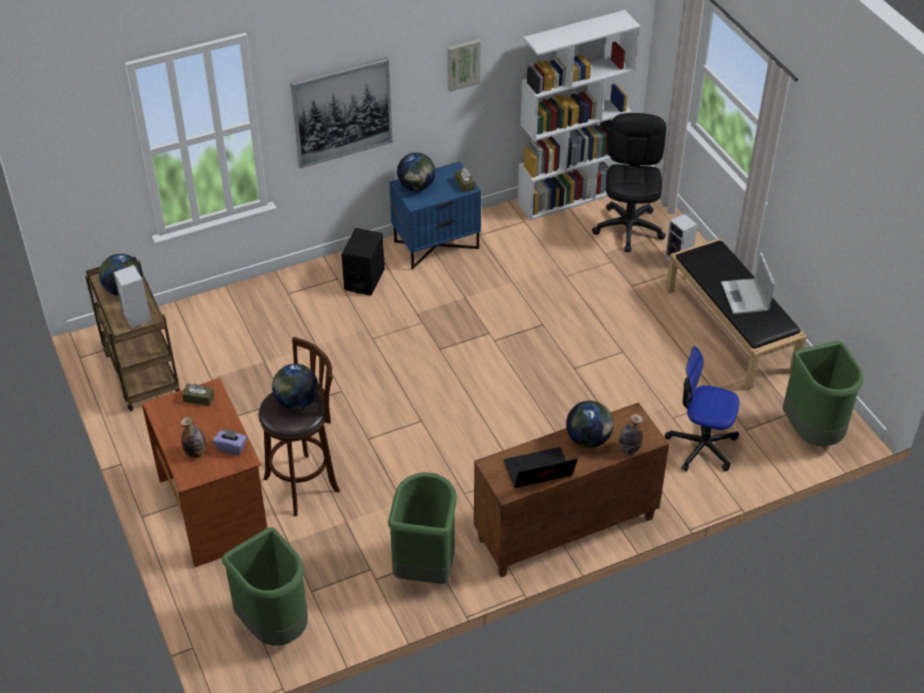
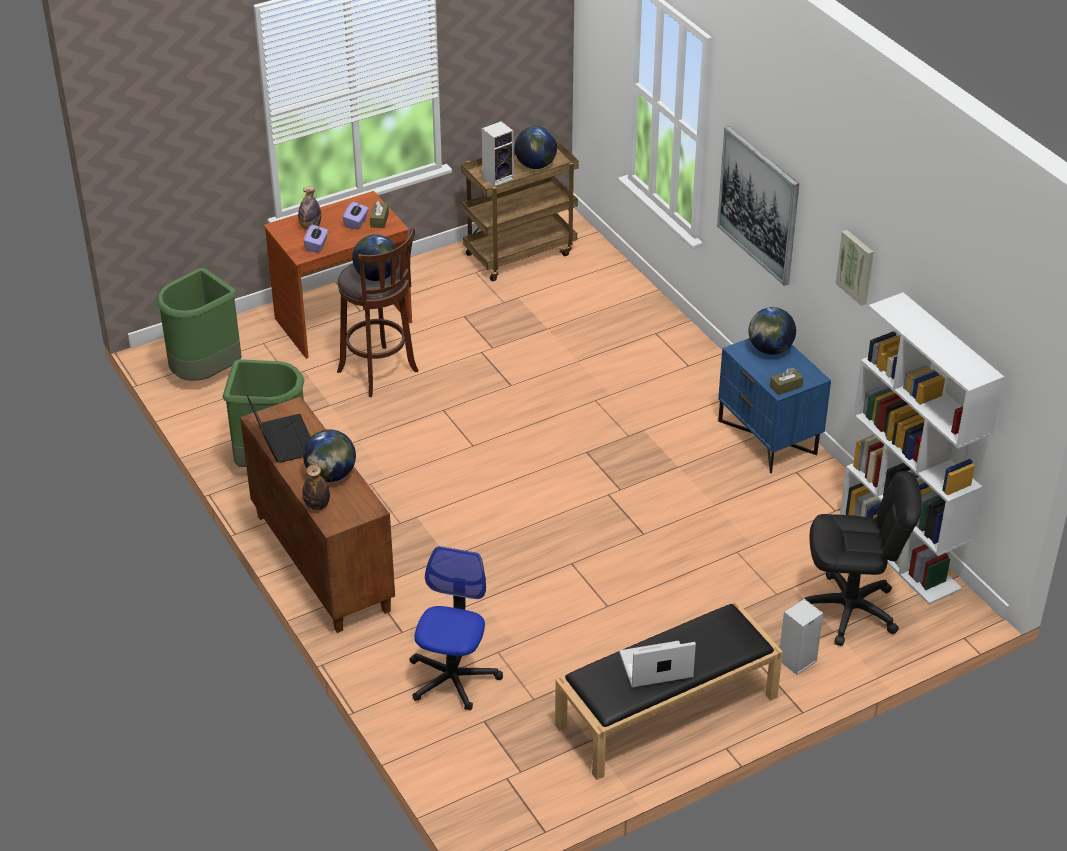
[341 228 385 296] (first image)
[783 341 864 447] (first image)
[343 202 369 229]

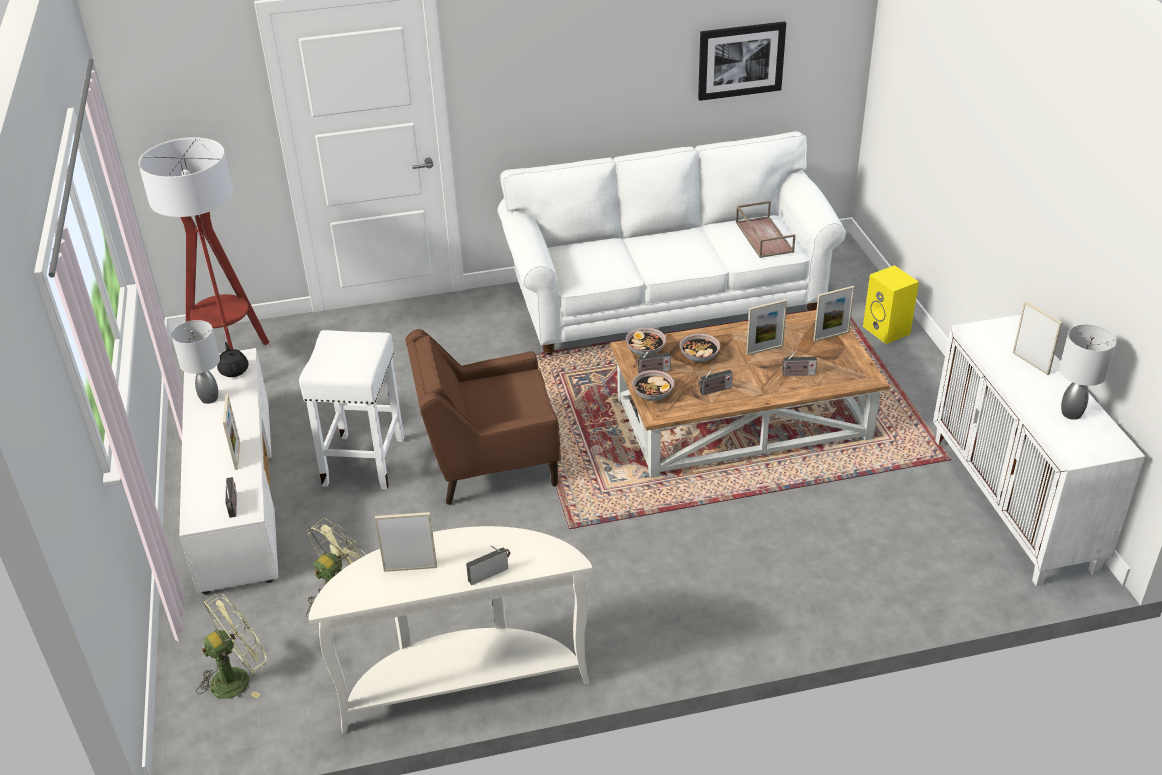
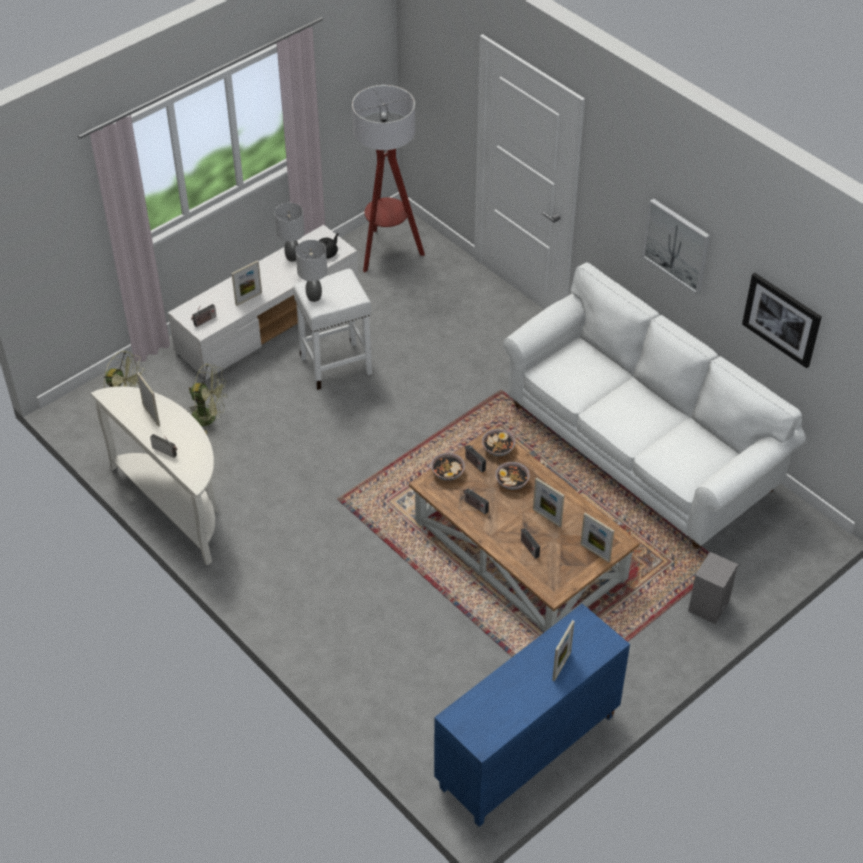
[736 201 796 258] (first image)
[688 552 738 624]
[434 604 630 827]
[295 240 327 302]
[405 329 561 505] (first image)
[642 198 710 294]

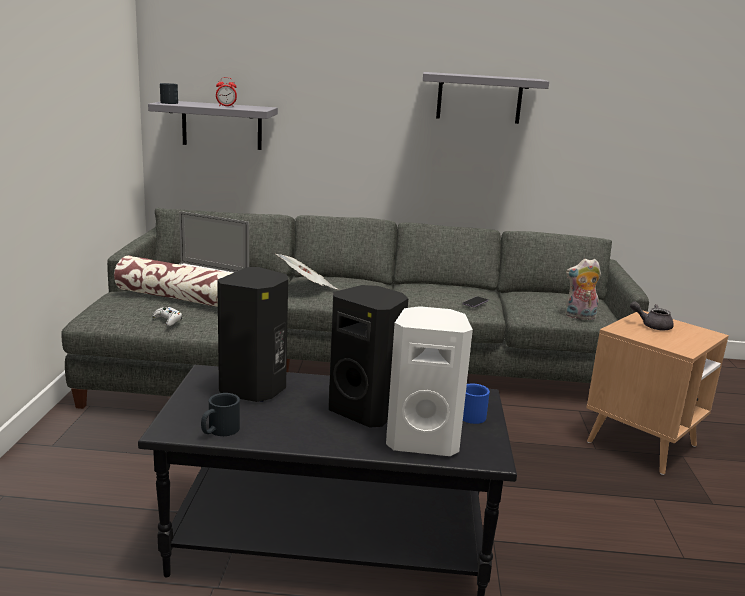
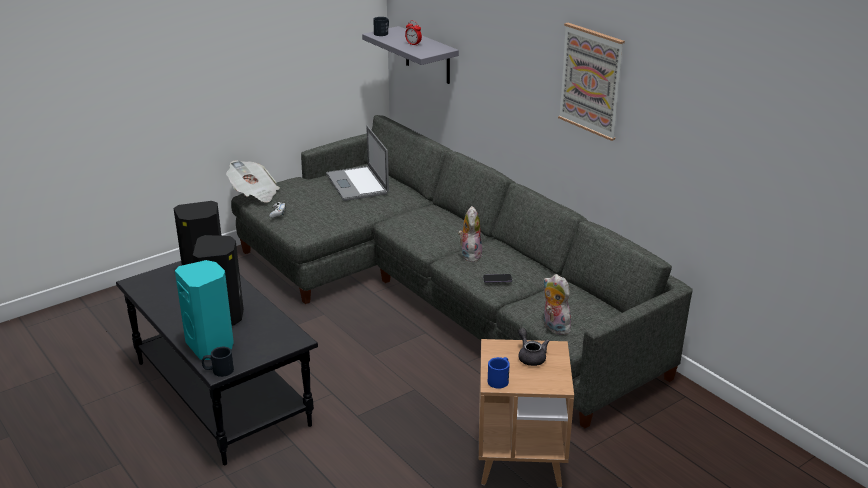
[558 23 625 141]
[226 160 280 203]
[114 255 232 307] (first image)
[175 260 234 360]
[488 357 510 389]
[202 347 234 377]
[458 206 482 262]

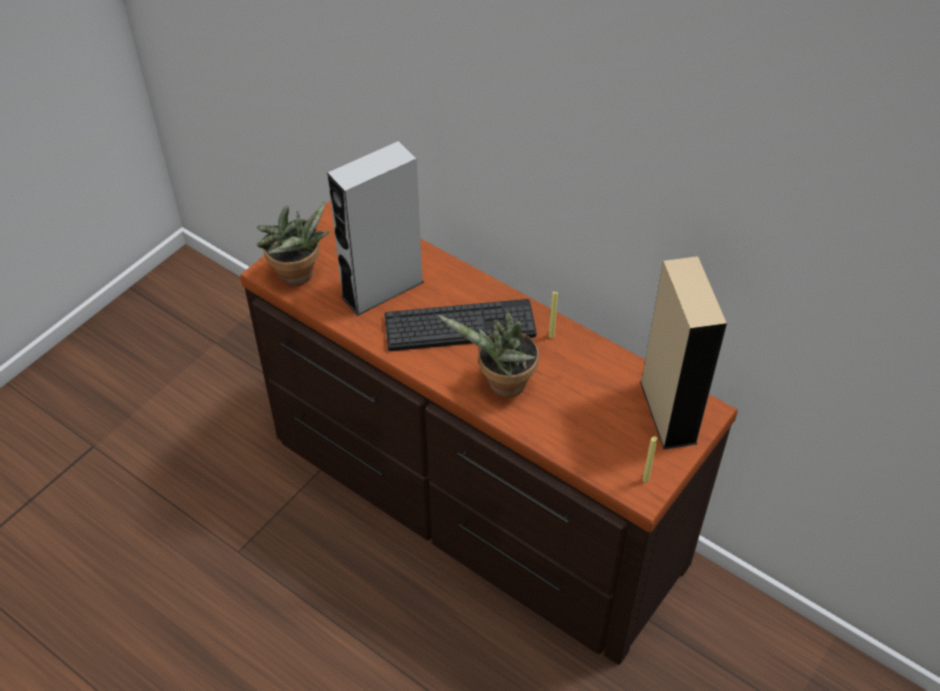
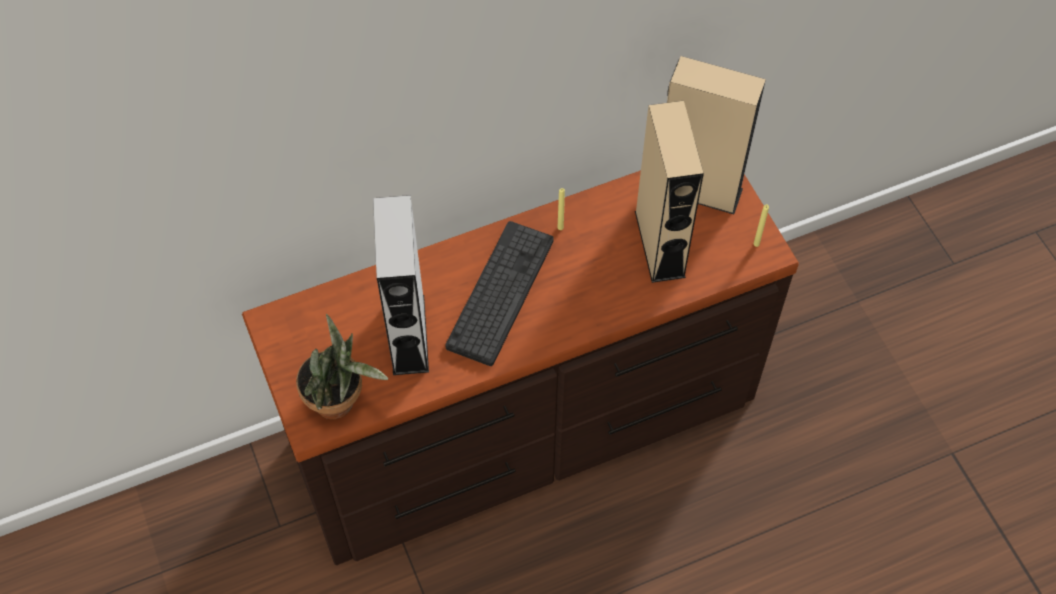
[438 312 539 398] (first image)
[635 101 704 283]

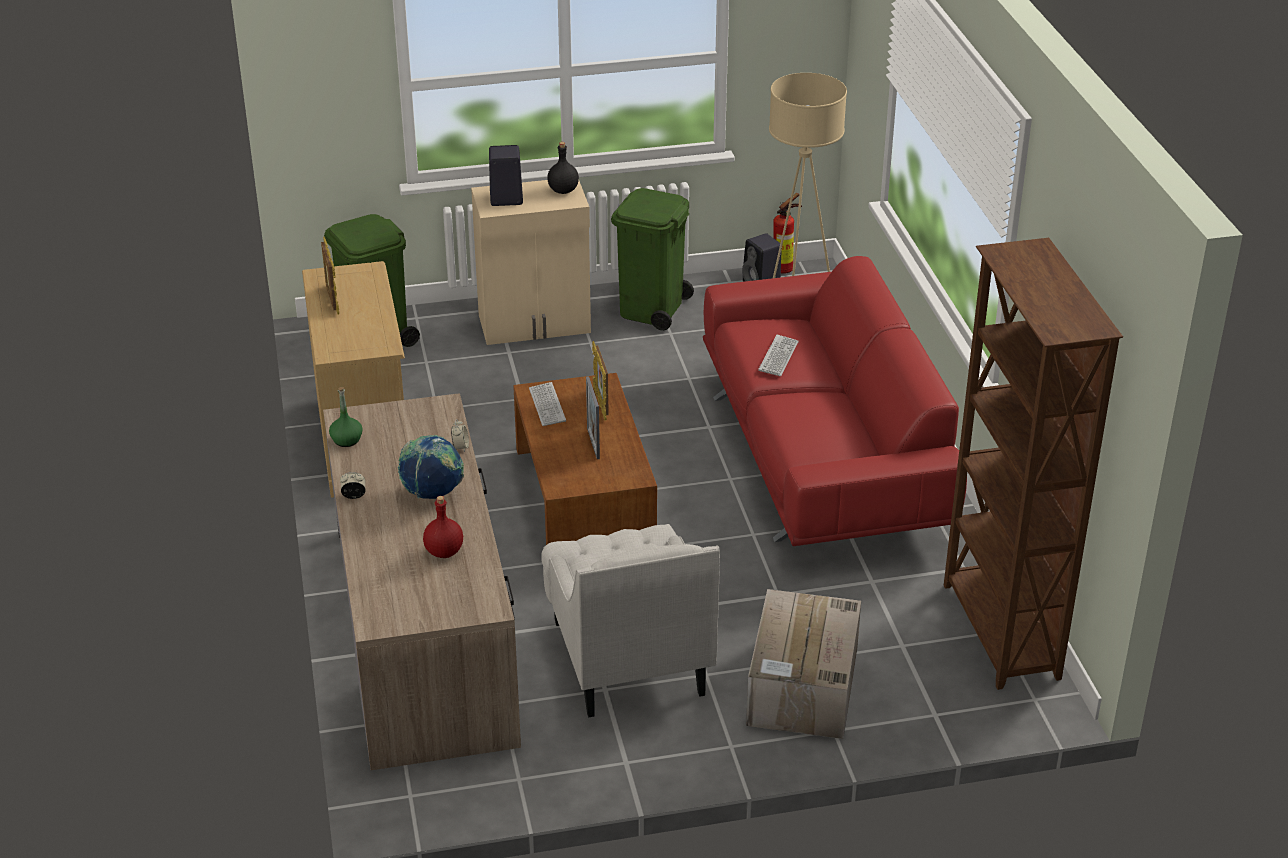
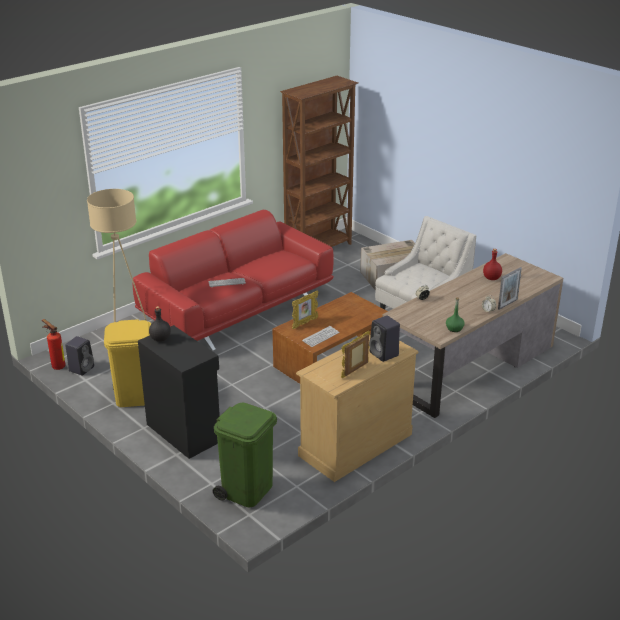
[369 315 400 362]
[138 325 220 459]
[104 319 152 407]
[498 267 522 310]
[398 435 464 499] (first image)

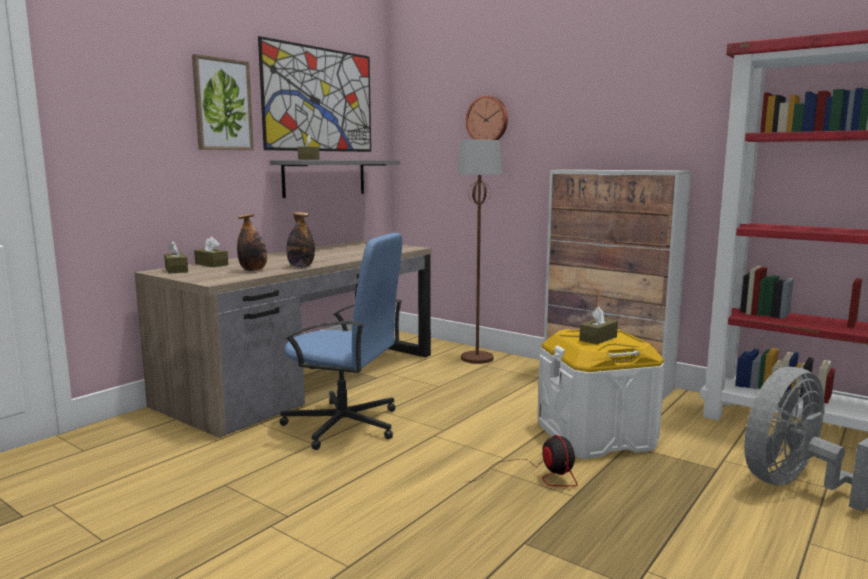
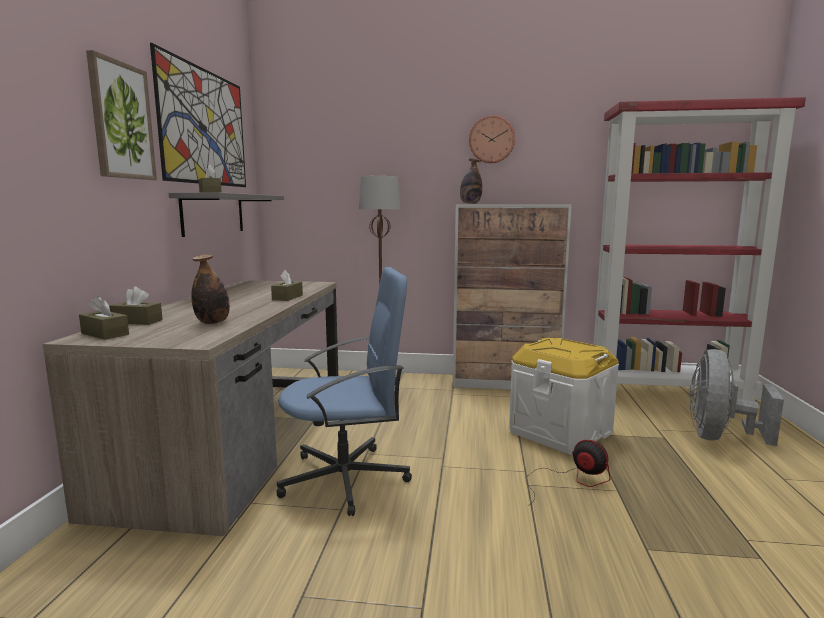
[469 115 515 163]
[460 159 482 204]
[271 270 303 301]

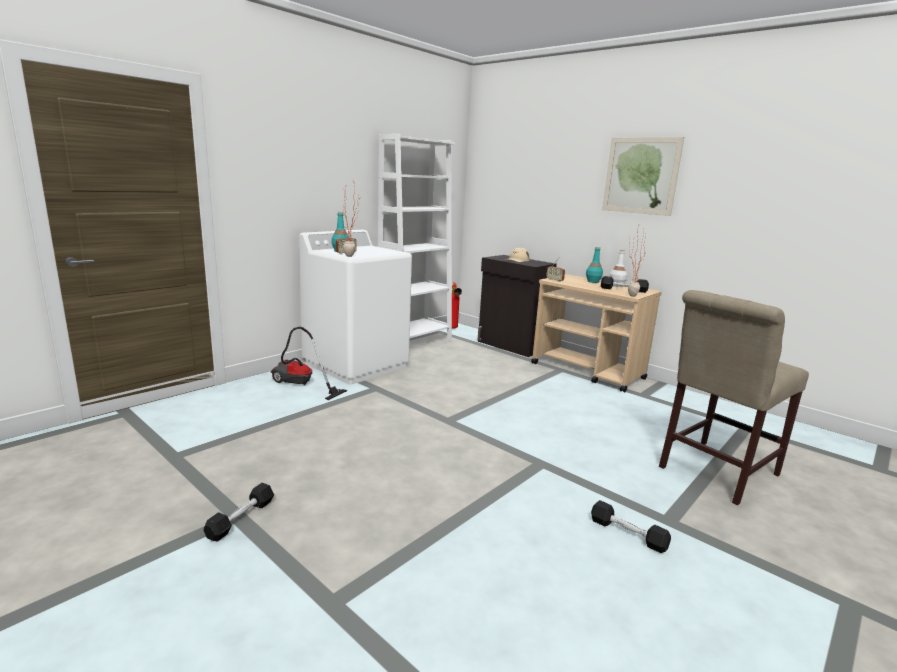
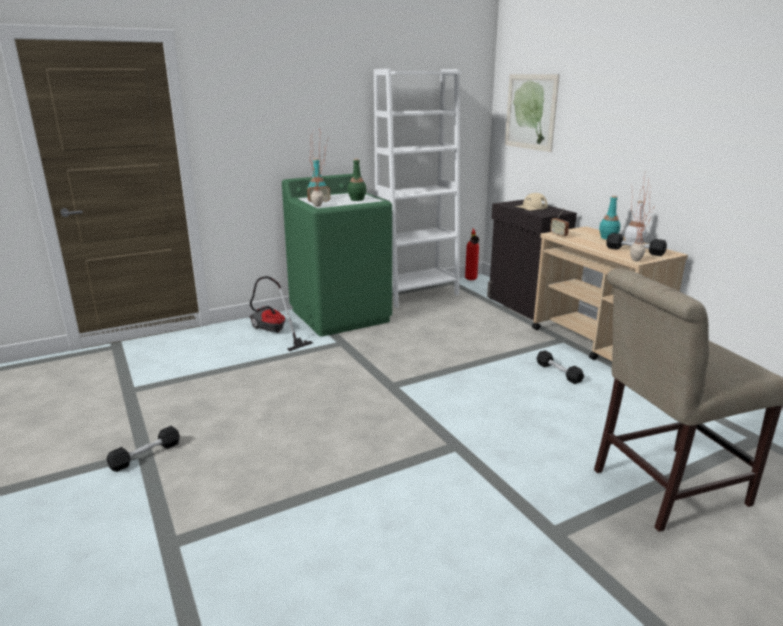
[505 74 560 152]
[282 174 392 337]
[536 350 584 384]
[348 159 367 201]

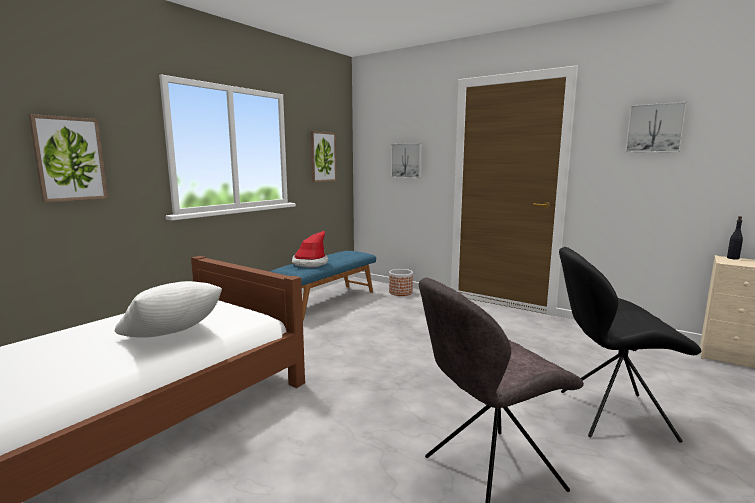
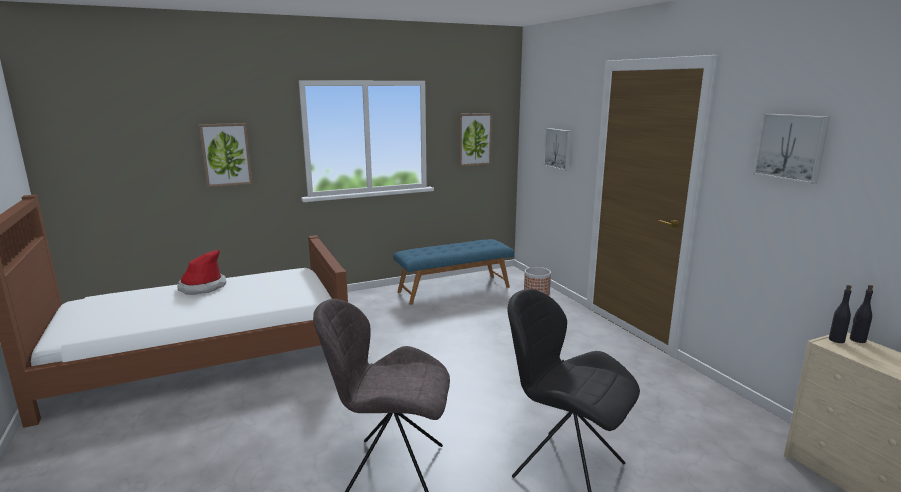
[177 250 226 295]
[115 281 222 338] (first image)
[829 285 852 343]

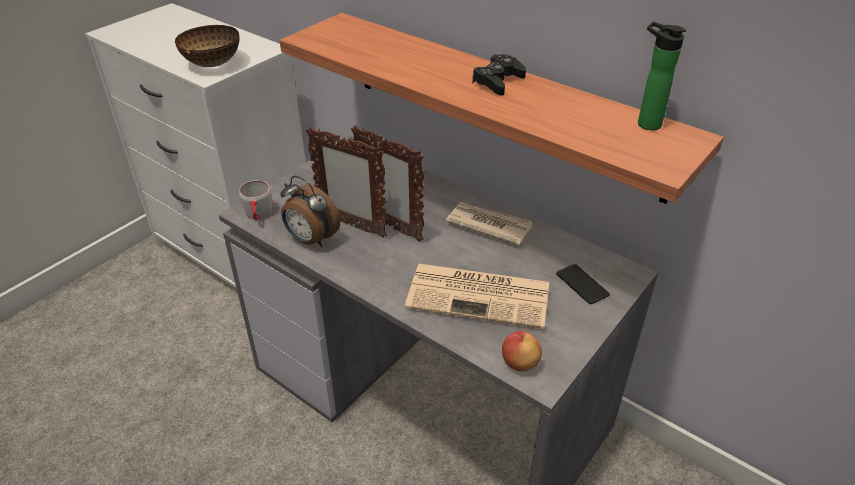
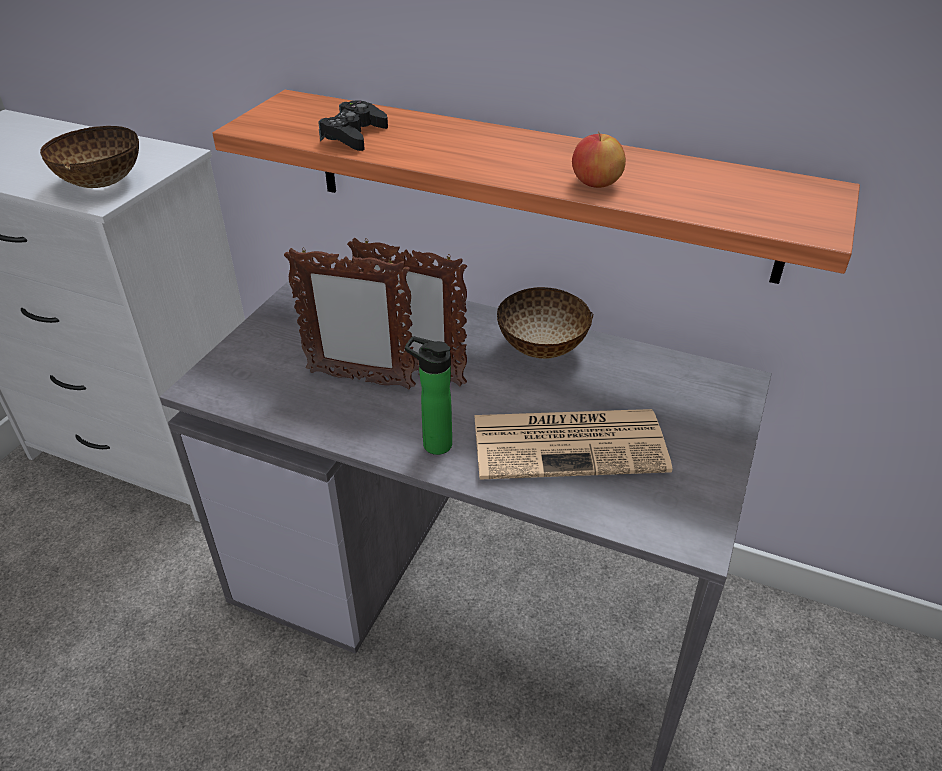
[405 336 452 455]
[318 100 388 151]
[280 176 340 247] (first image)
[239 180 272 221] (first image)
[497 287 593 359]
[556 264 610 304] (first image)
[572 131 626 188]

